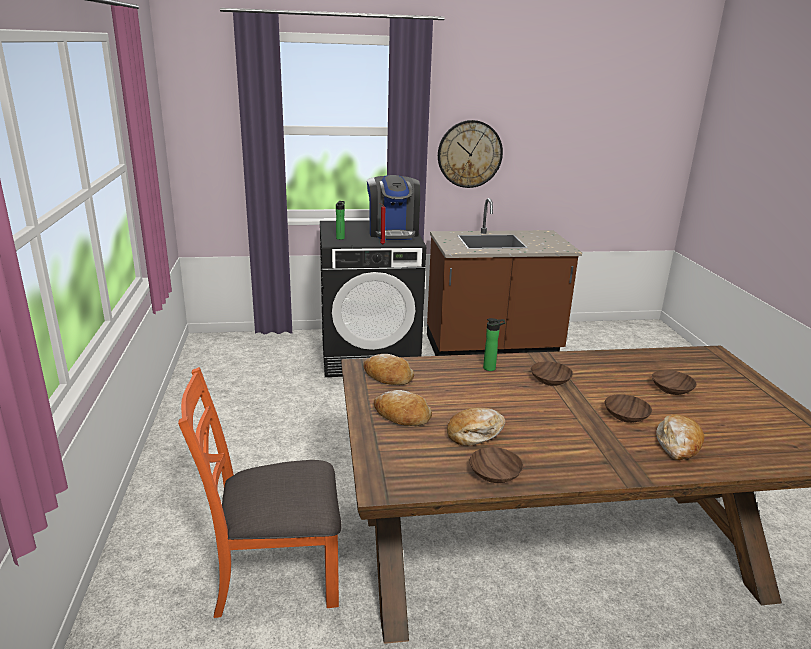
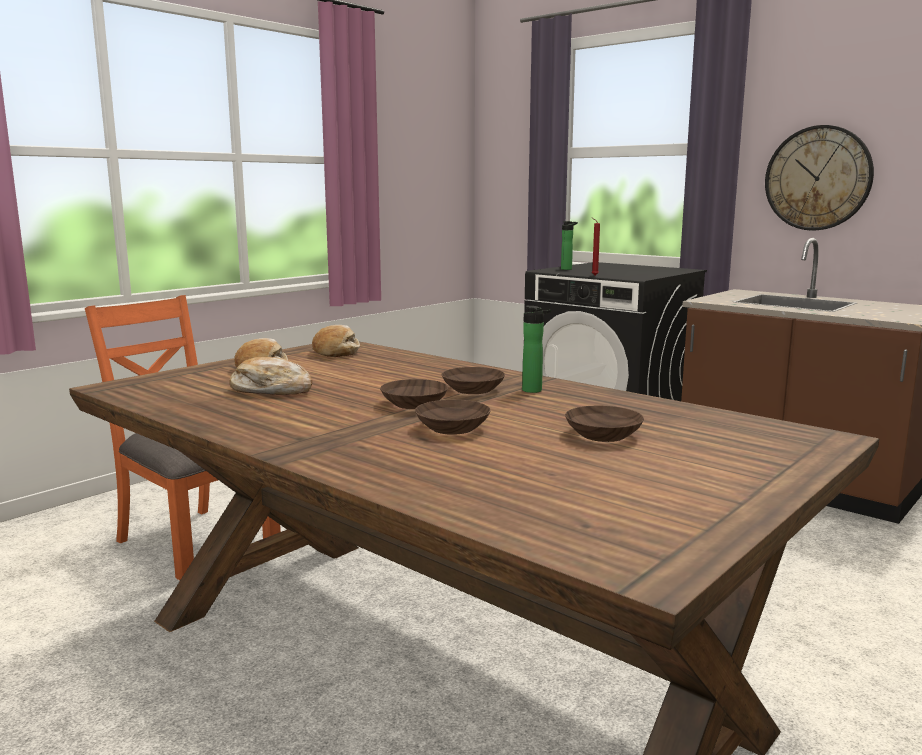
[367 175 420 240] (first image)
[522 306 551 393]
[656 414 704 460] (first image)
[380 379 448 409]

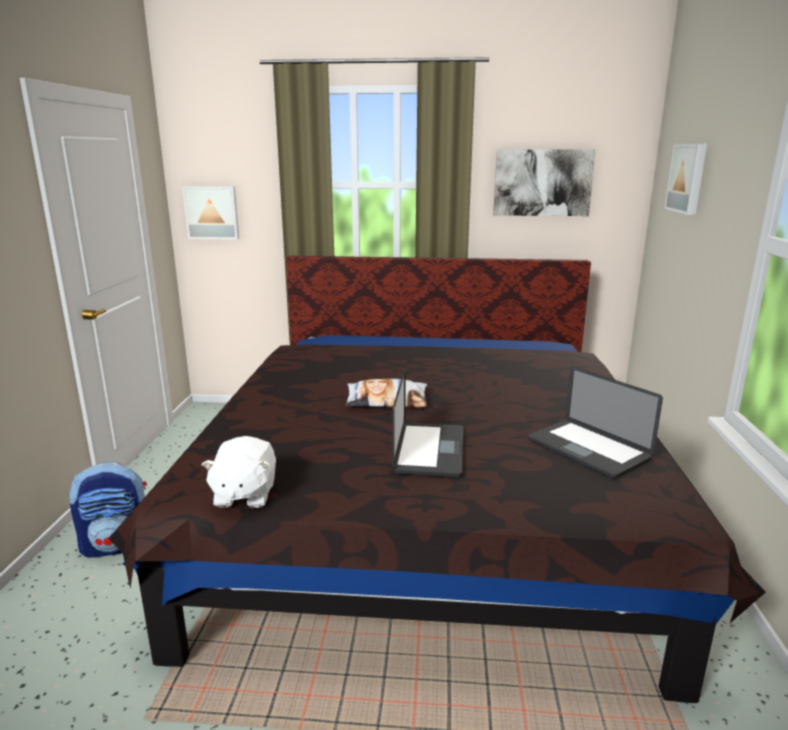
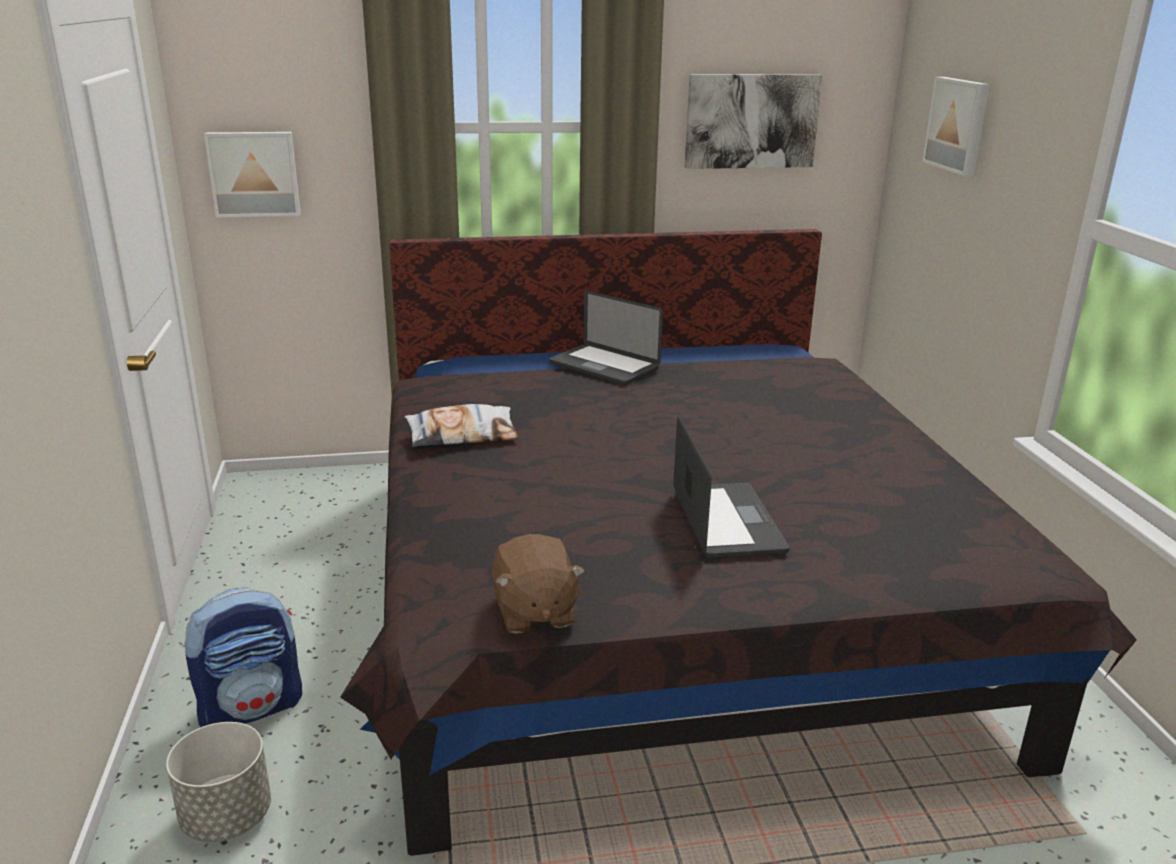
[549 290 663 385]
[405 404 519 447]
[492 534 585 634]
[166 722 271 842]

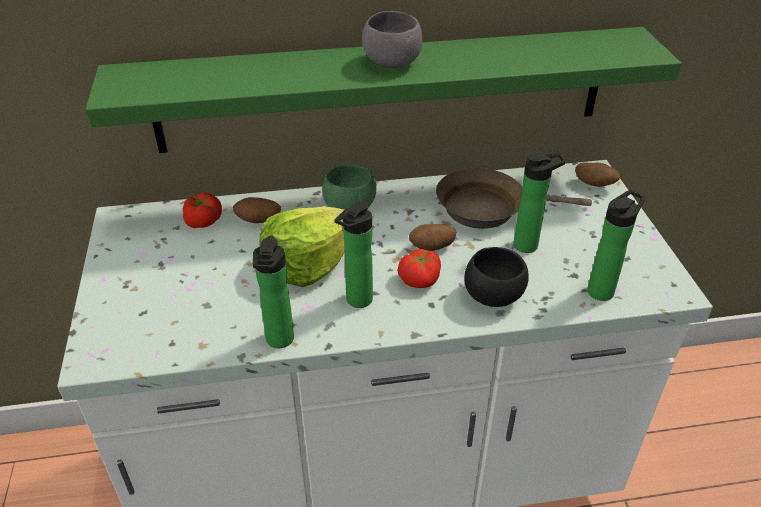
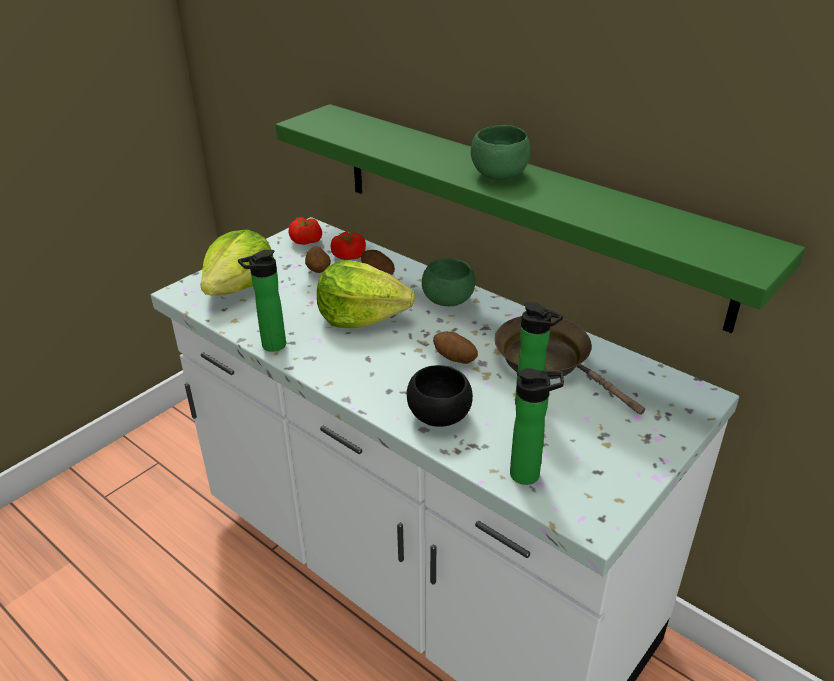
[471 125 530 180]
[305 246 331 273]
[335 200 373 308] (first image)
[289 217 322 245]
[200 230 274 296]

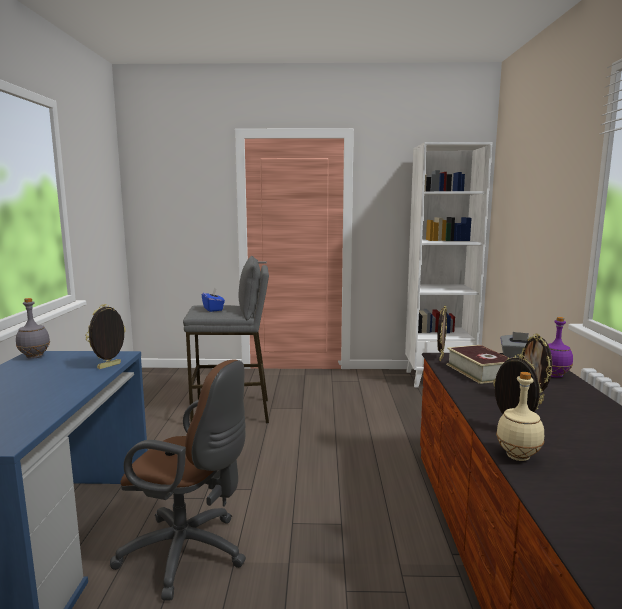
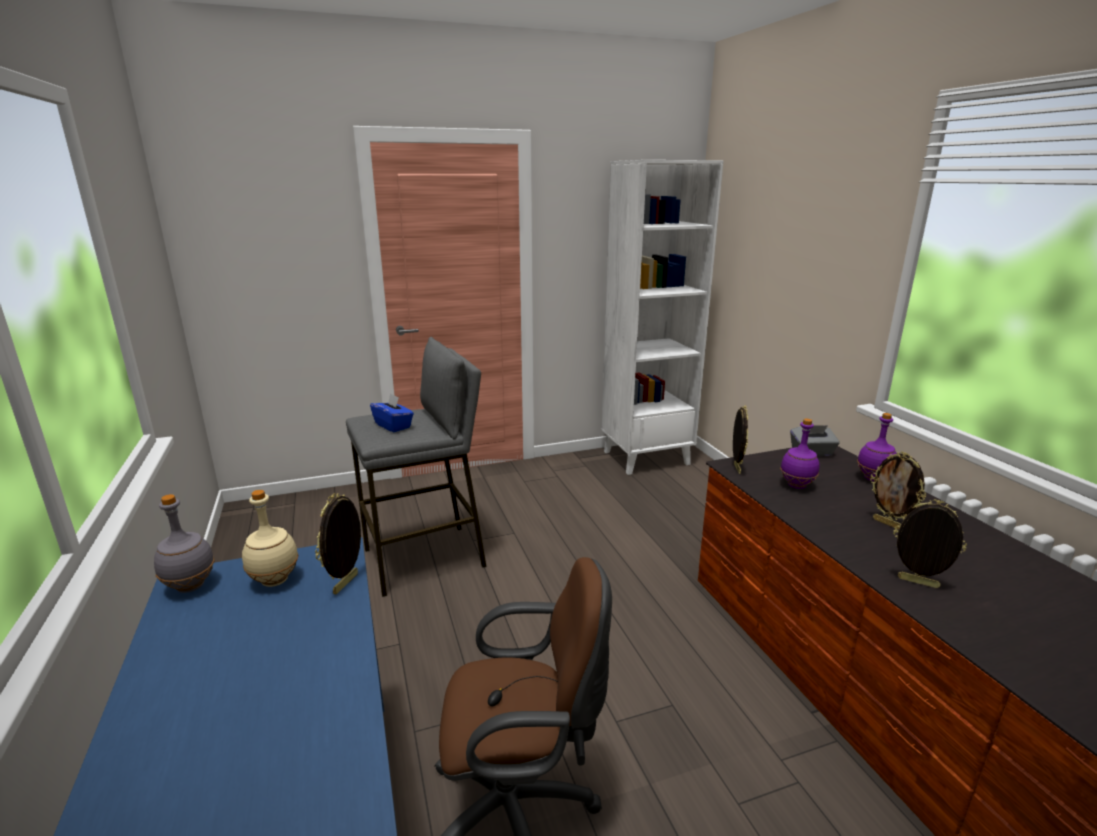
[780 418 820 489]
[242 490 298 587]

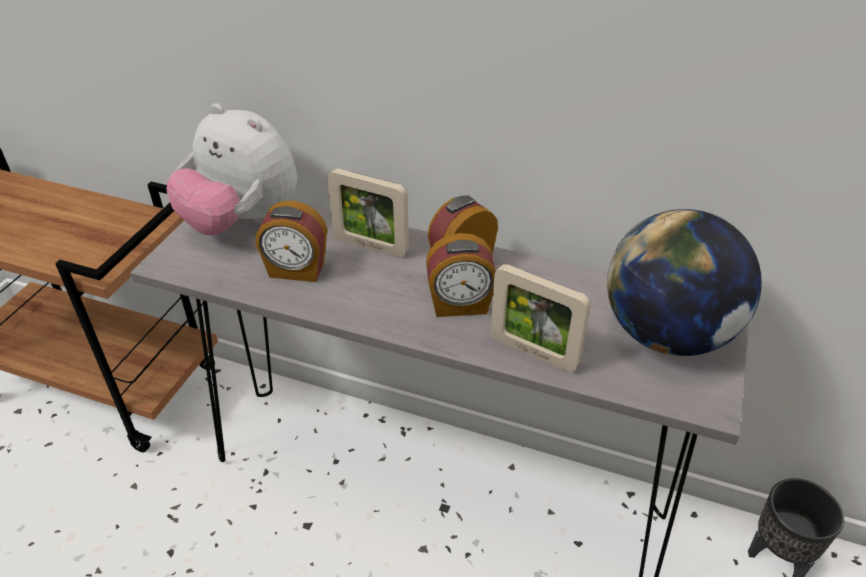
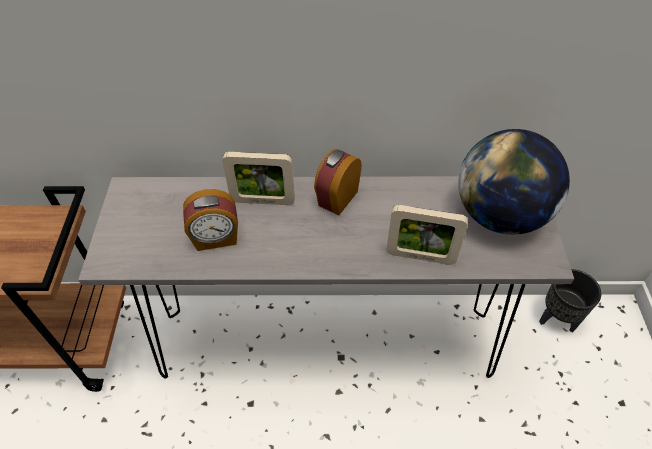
[166 103 297 235] (first image)
[426 233 496 317] (first image)

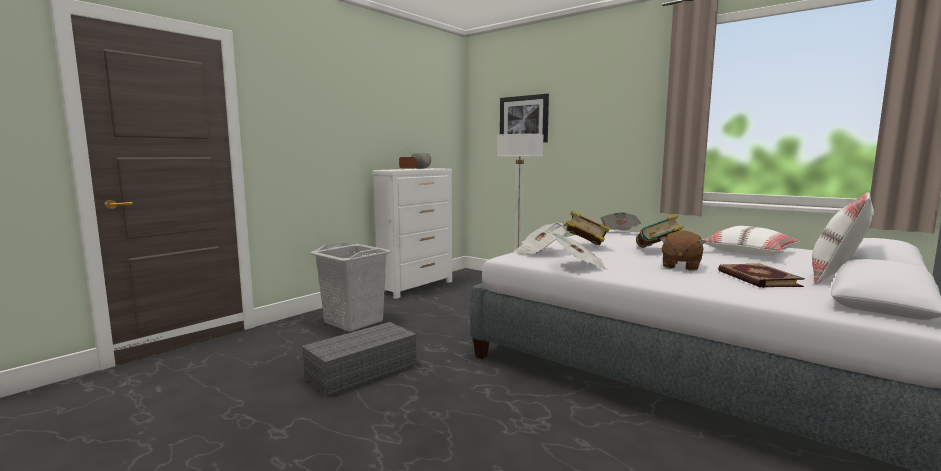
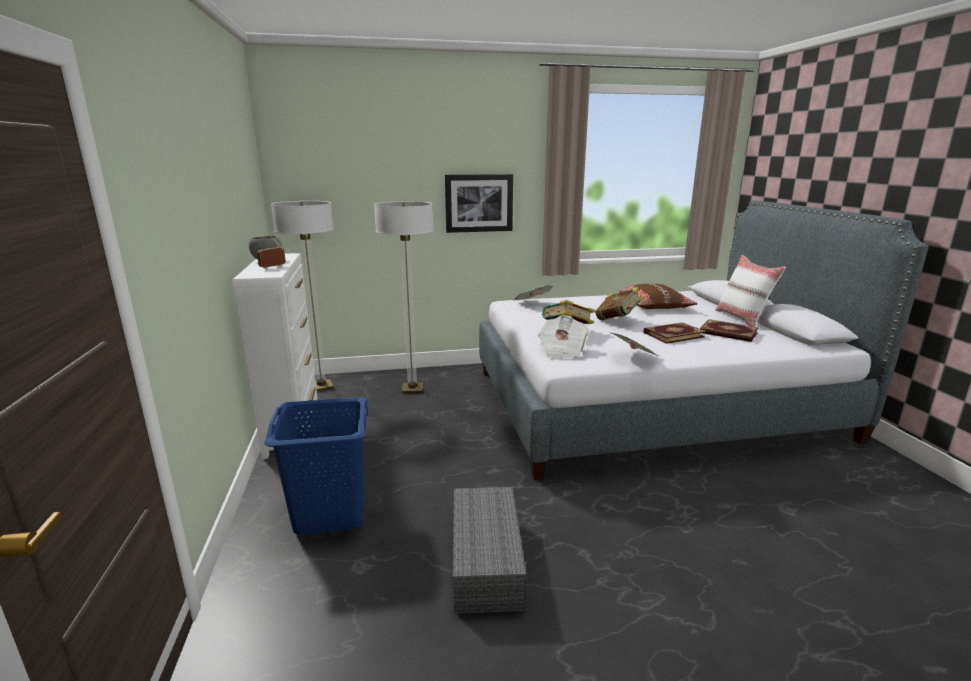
[445 174 513 233]
[619 284 698 309]
[643 322 706 344]
[264 397 368 535]
[271 201 334 391]

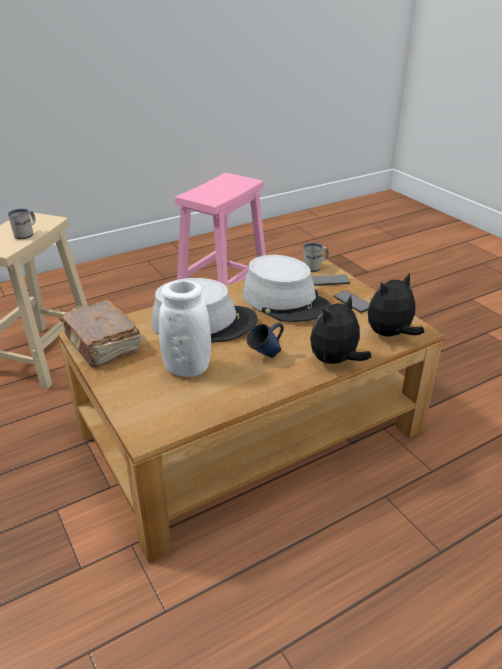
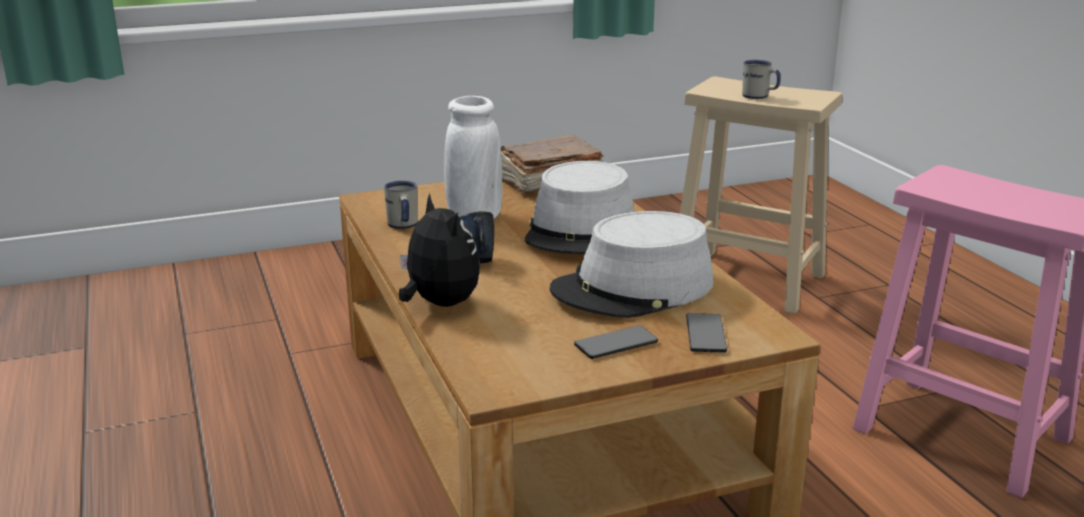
[384 181 418 229]
[368 272 424 337] (first image)

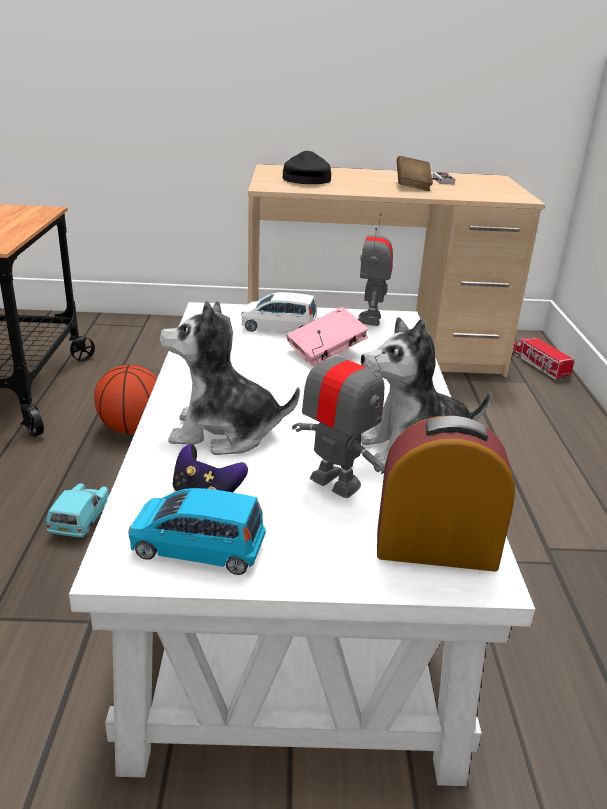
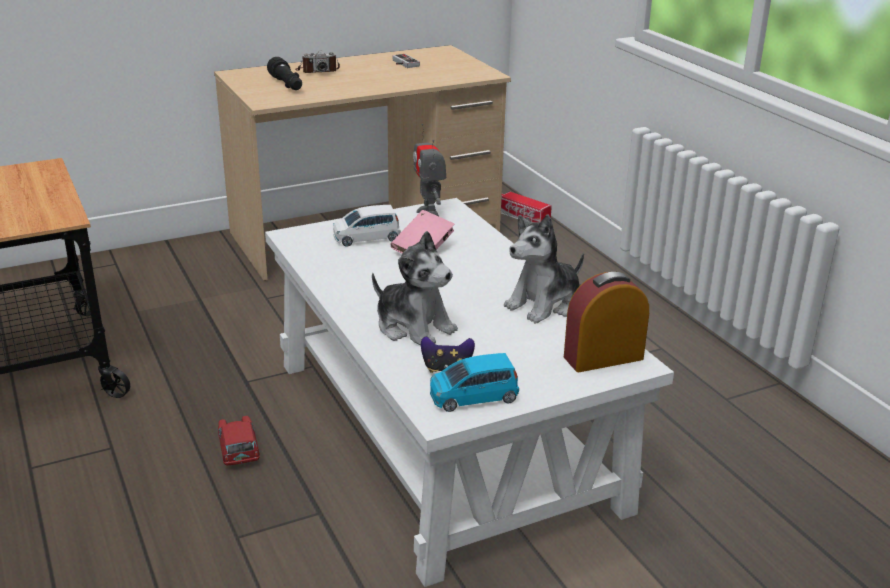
[267 57 302 90]
[397 156 433 191] (first image)
[372 231 458 346]
[292 330 385 498] (first image)
[94 364 157 434] (first image)
[218 416 260 466]
[295 51 340 73]

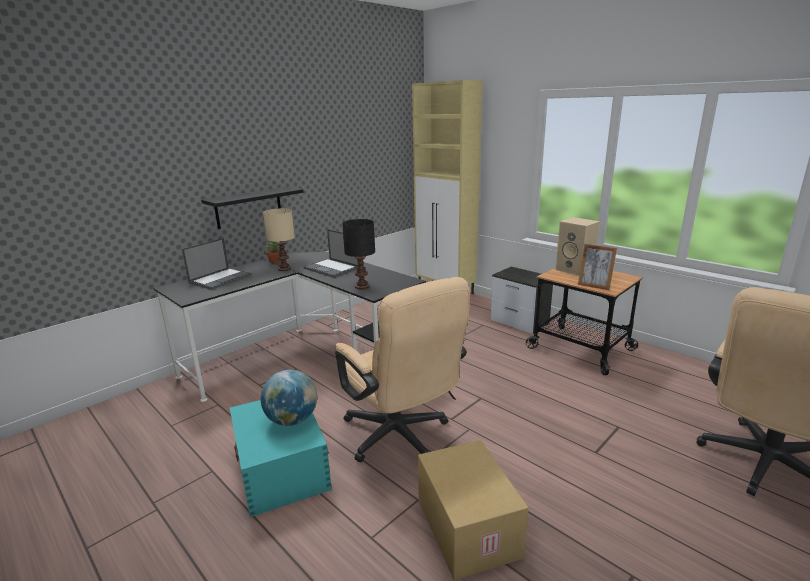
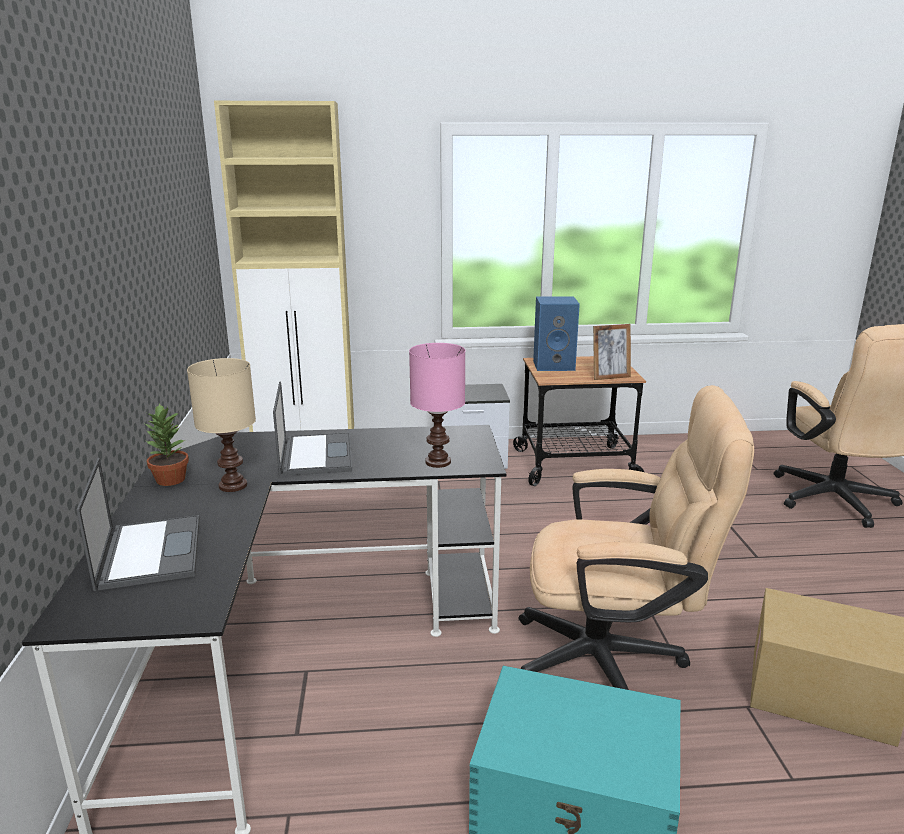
[201 187 304 229] (first image)
[533 296 580 371]
[409 343 466 468]
[273 381 352 476]
[261 370 317 426] (first image)

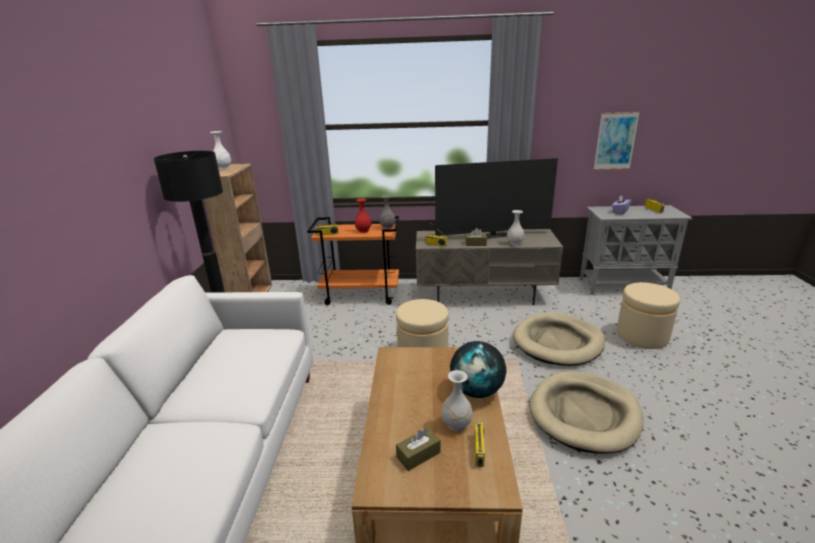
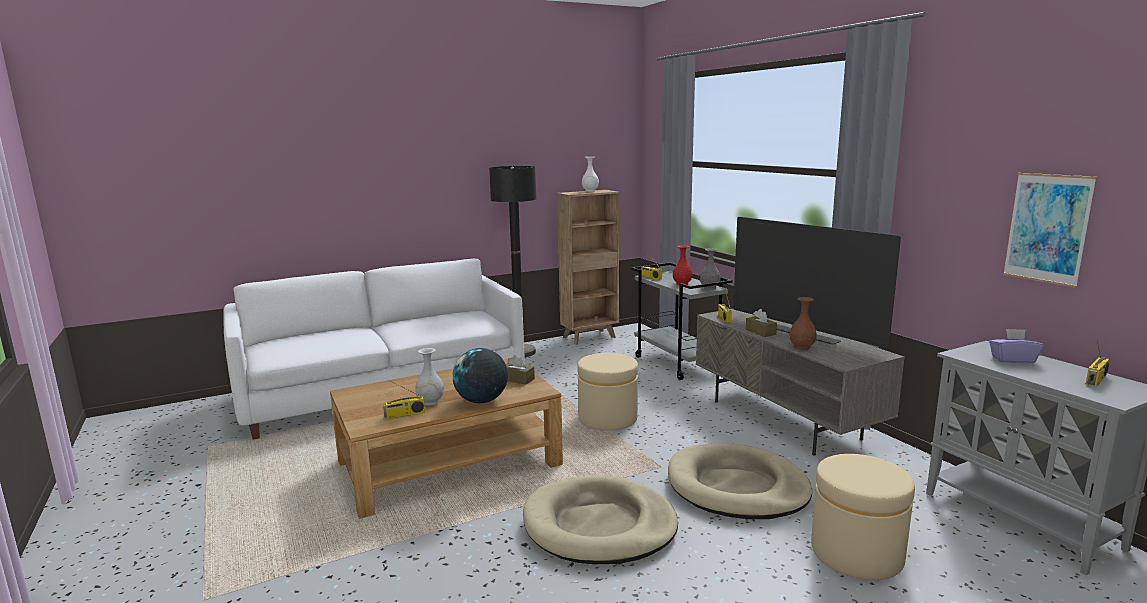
[790 297 817 350]
[631 262 733 380]
[506 355 535 385]

